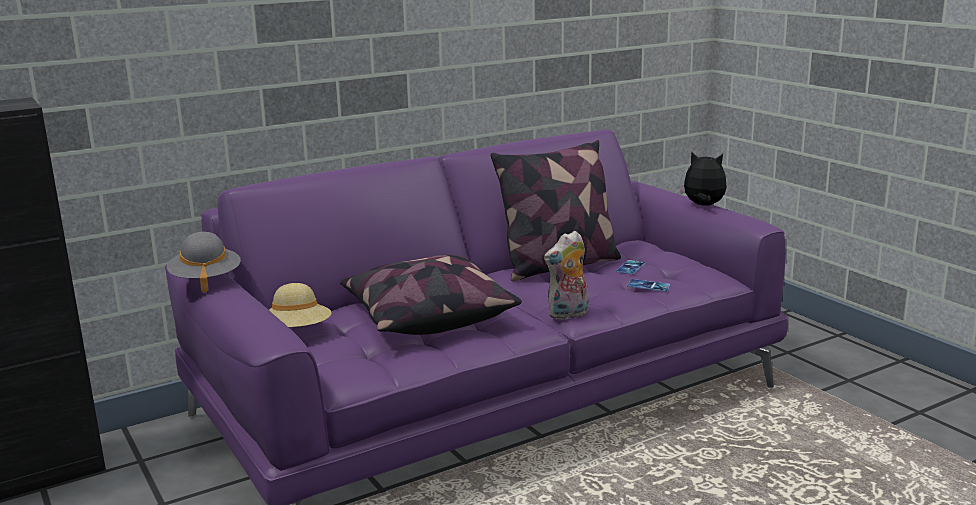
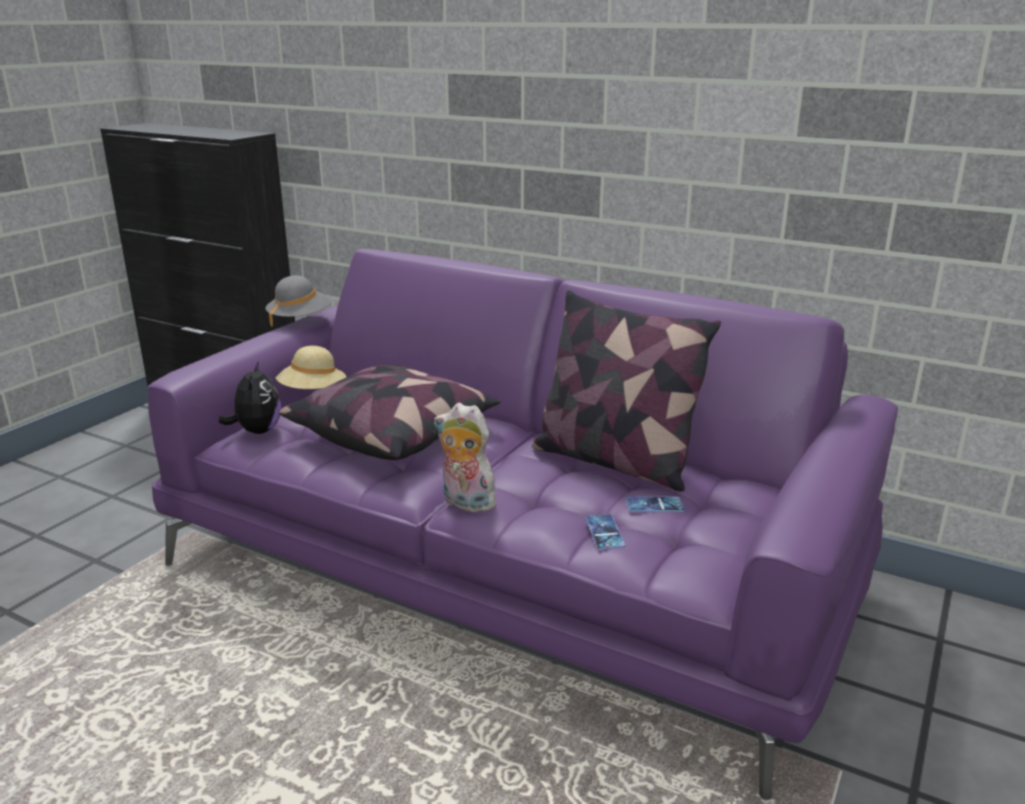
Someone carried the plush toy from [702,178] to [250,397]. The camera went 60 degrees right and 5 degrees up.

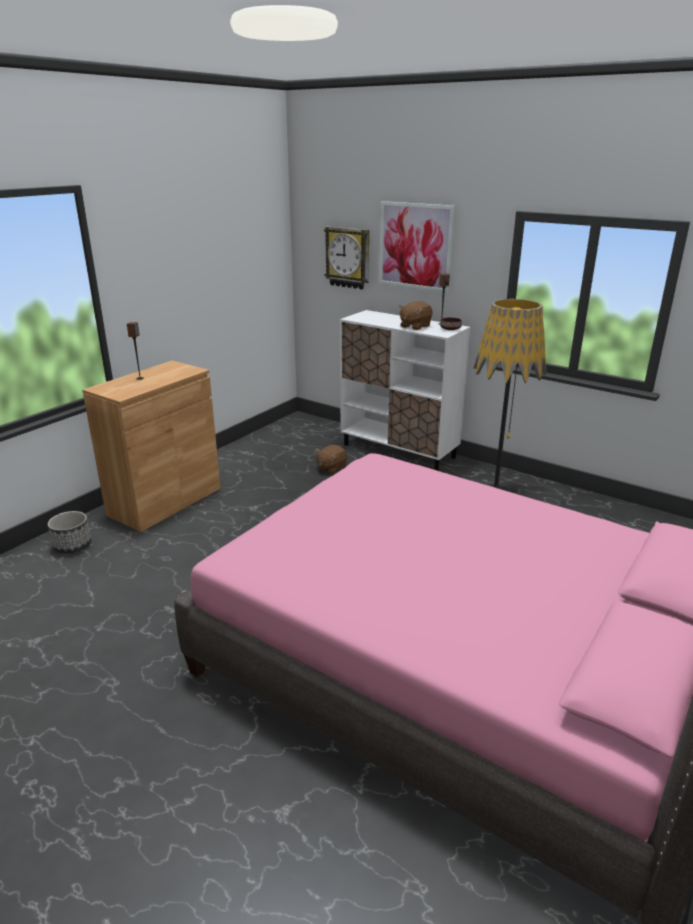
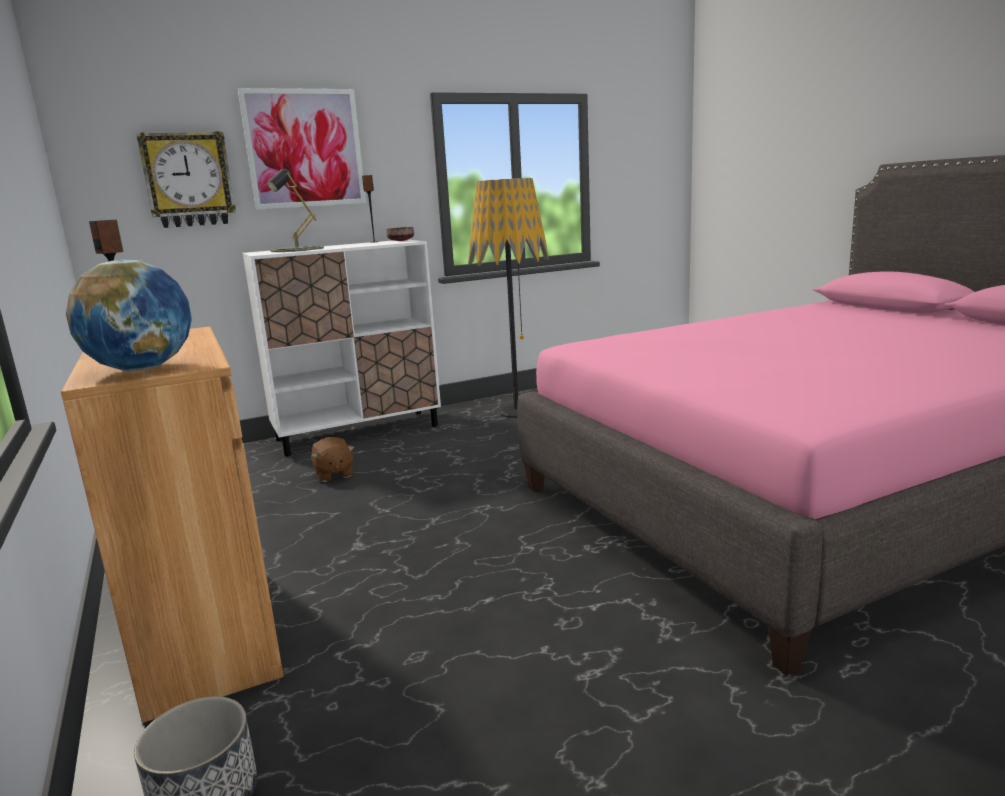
Someone took away the plush toy in brown at [416,315]. Someone put down the table lamp in grey at [295,210]. Someone put down the globe at [129,315]. The camera went 60 degrees left and 10 degrees down.

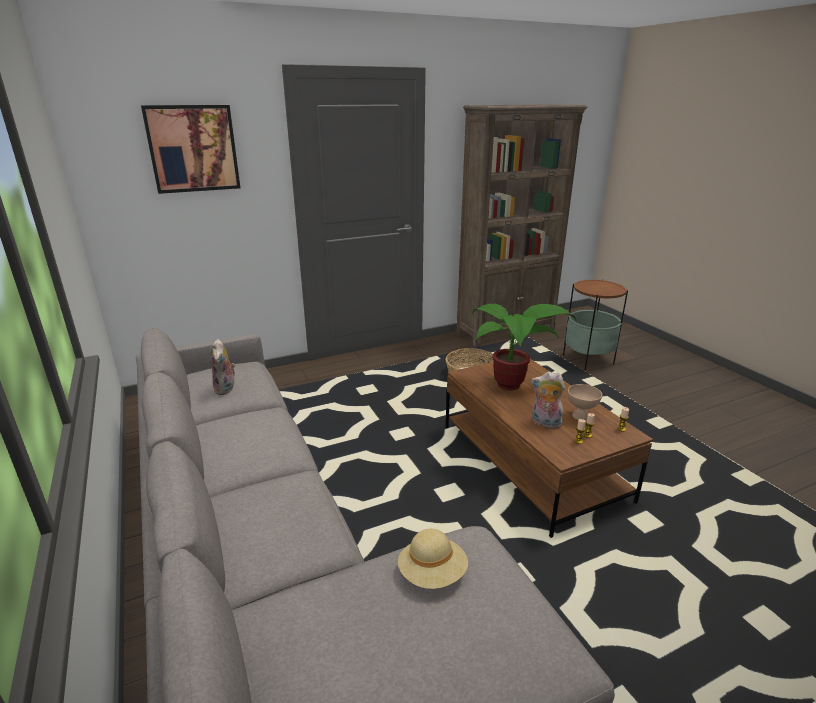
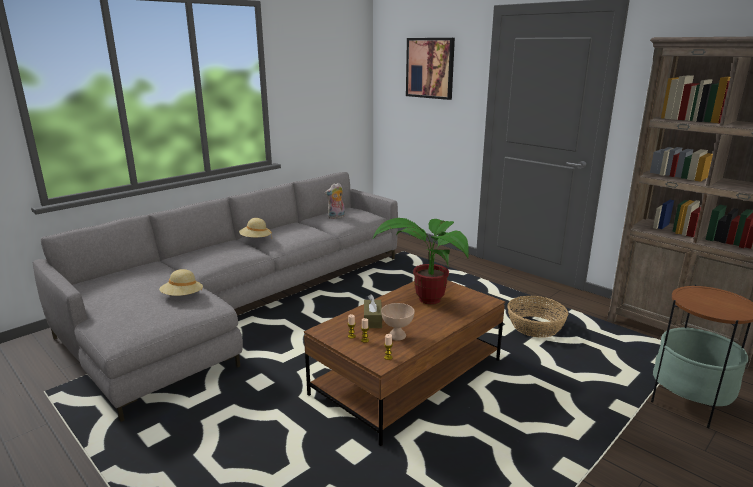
Someone swapped the plush toy at [548,399] for the tissue box in brown at [373,311]. Someone put down the hat in beige at [255,227]. The camera went 70 degrees right and 5 degrees down.

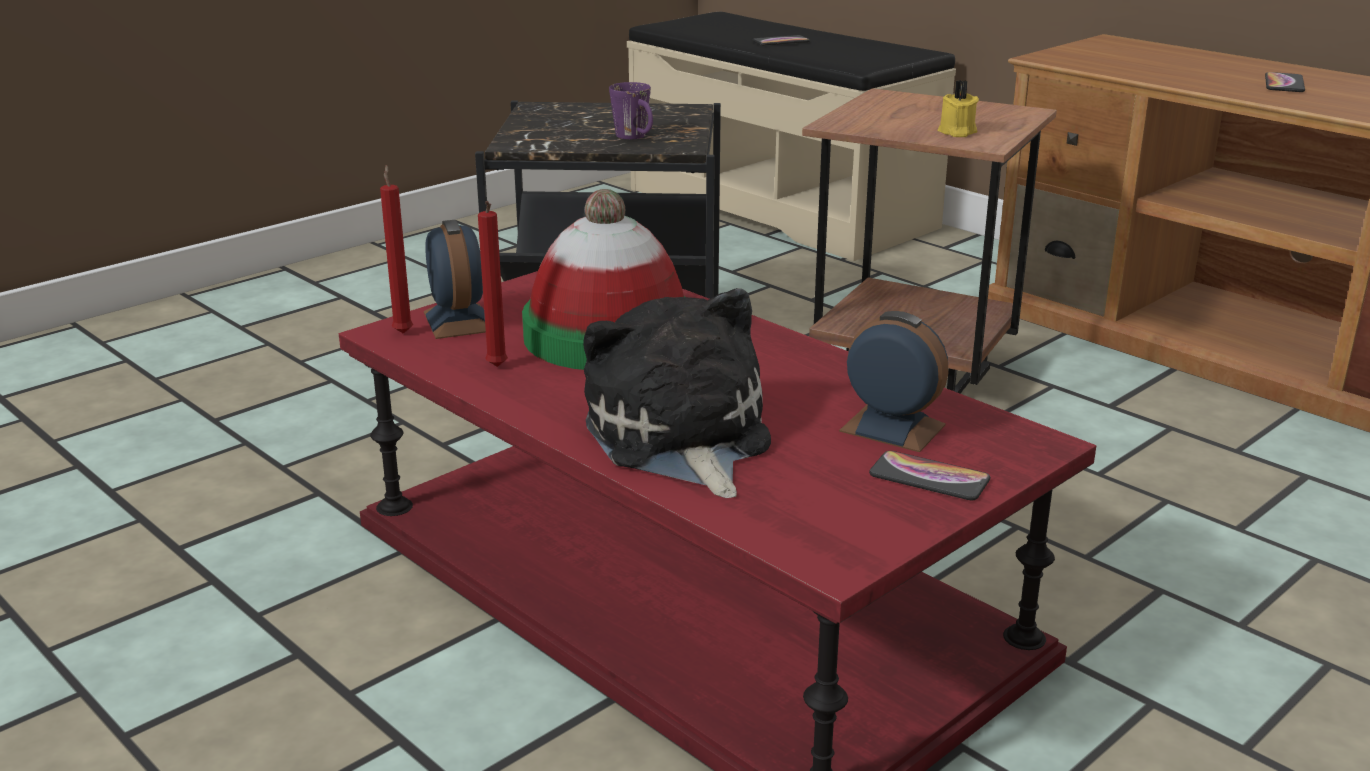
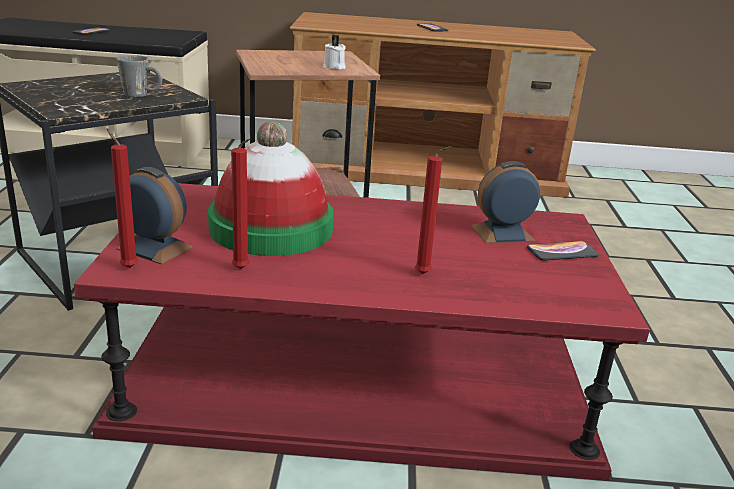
Someone repainted the candle in yellow at [958,108], which became the candle in white at [334,52]. Someone repainted the mug in purple at [631,110], which became the mug in grey at [139,76]. Someone swapped the plush toy at [677,393] for the candle in red at [433,210]. The camera went 45 degrees left and 0 degrees up.

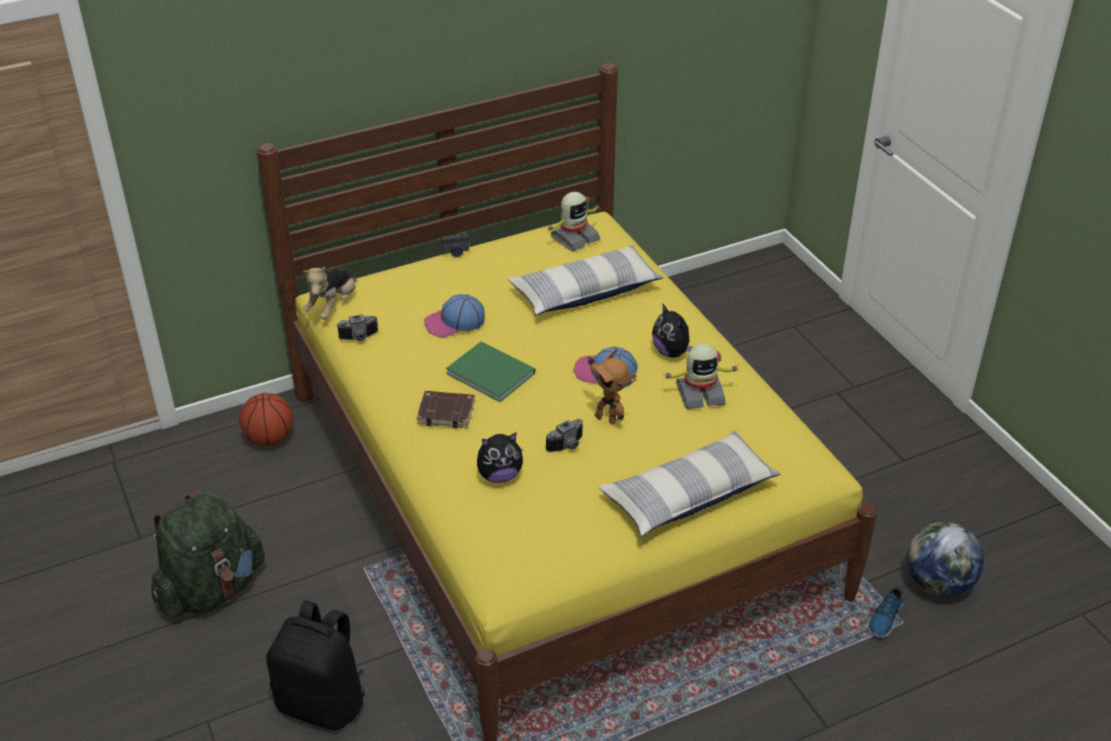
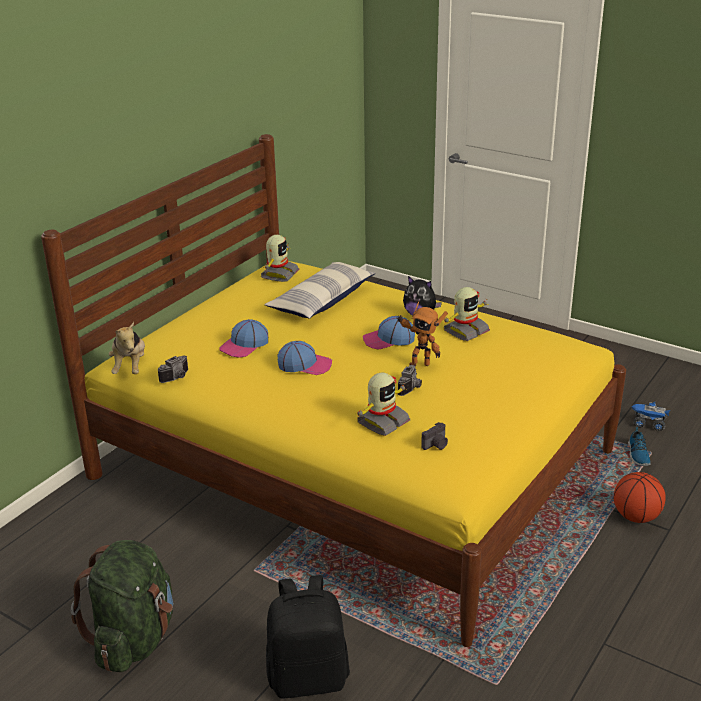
Someone carried the photo camera from [455,245] to [434,436]. Someone swapped the book in green at [491,371] for the cap at [304,358]. Someone took away the book in brown at [446,409]. Someone carried the basketball from [266,419] to [640,497]. Someone took away the pillow at [690,483]. Someone swapped the plush toy at [500,457] for the toy robot at [382,404]. Someone swapped the globe at [945,559] for the toy truck at [651,416]. The camera went 30 degrees left and 10 degrees down.

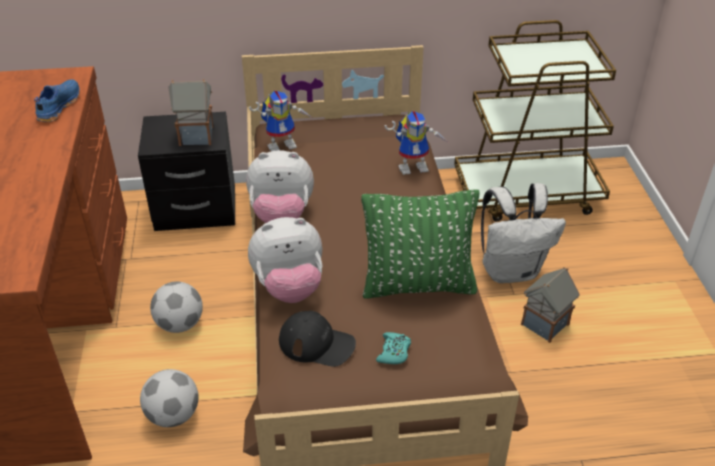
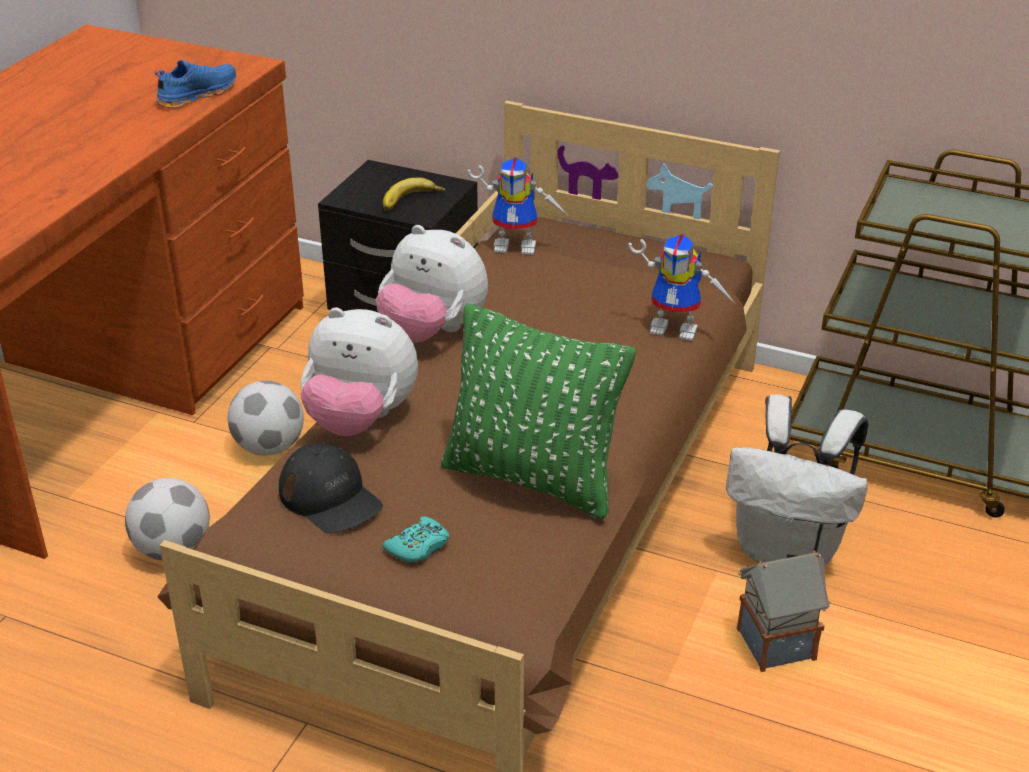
Someone swapped the toy house at [190,112] for the banana at [414,194]. The camera went 30 degrees right and 5 degrees down.

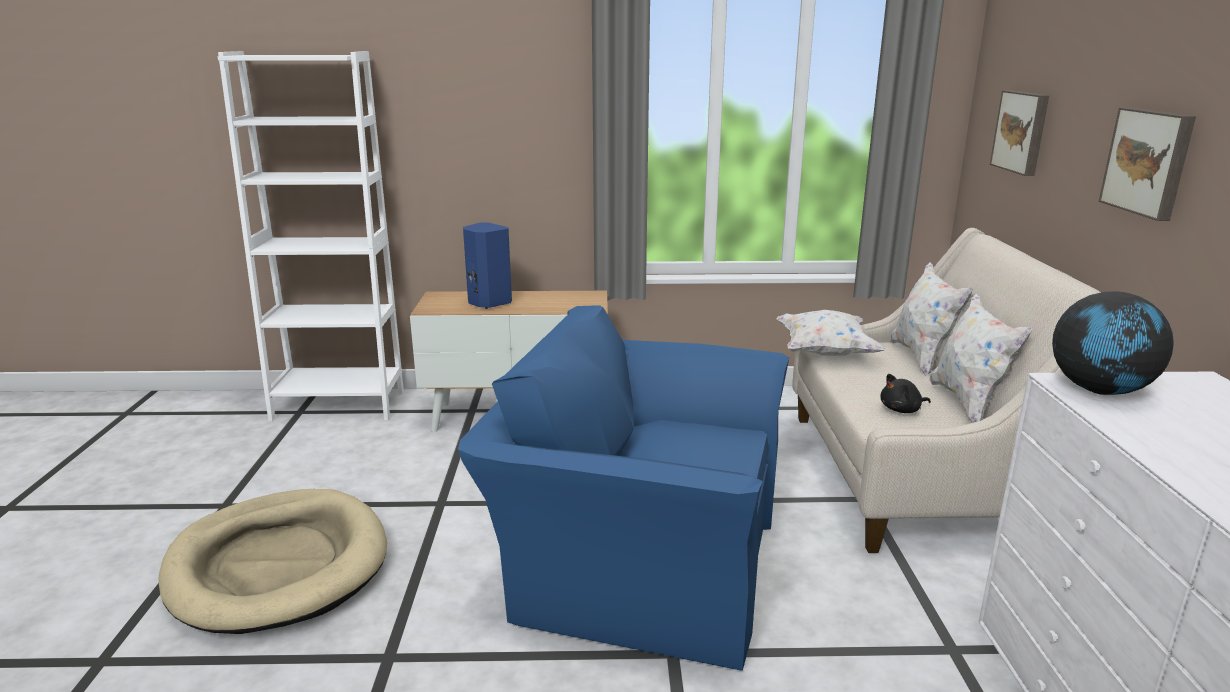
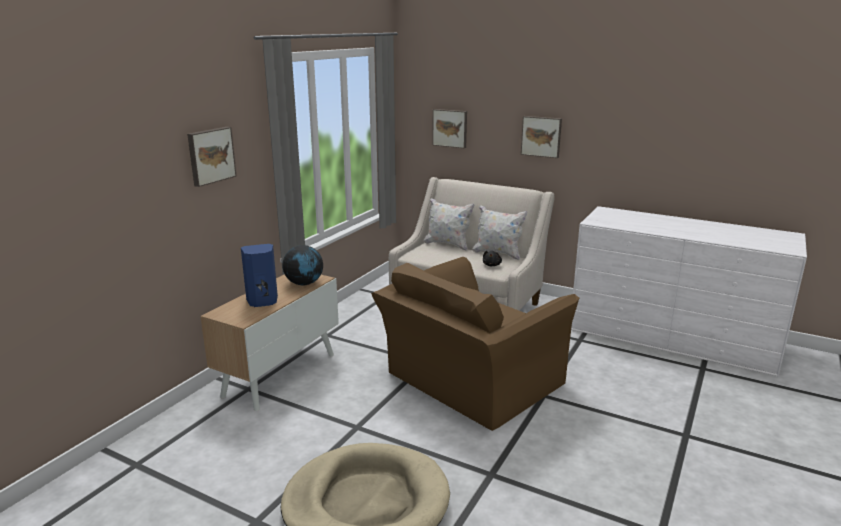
Someone took away the bookcase in white at [310,236]. Someone carried the globe from [1113,343] to [303,265]. Someone repainted the armchair in blue at [623,488], which became the armchair in brown at [475,344]. Someone took away the pillow in white at [830,333]. Someone put up the picture at [212,157]. The camera went 60 degrees left and 0 degrees up.

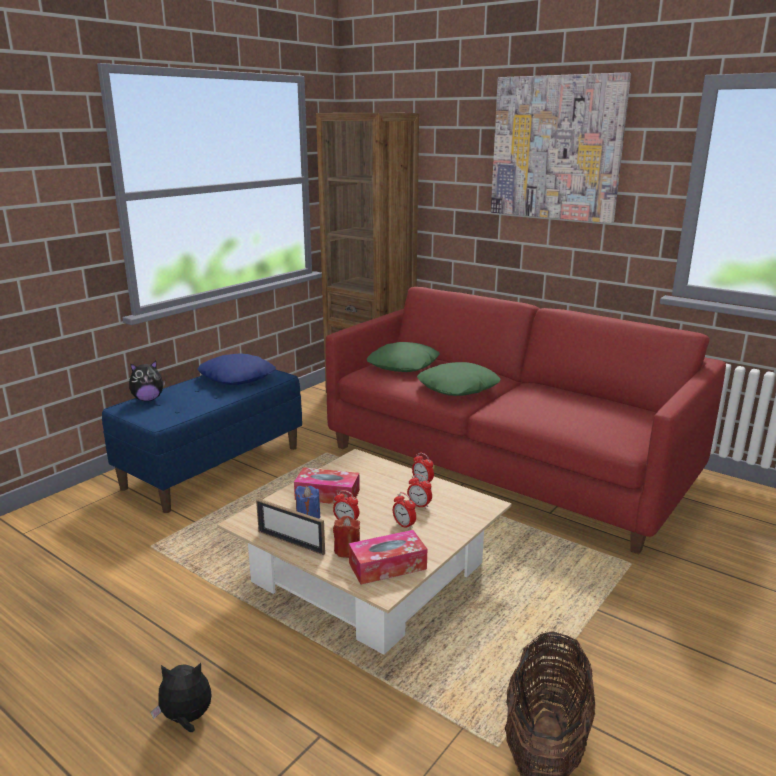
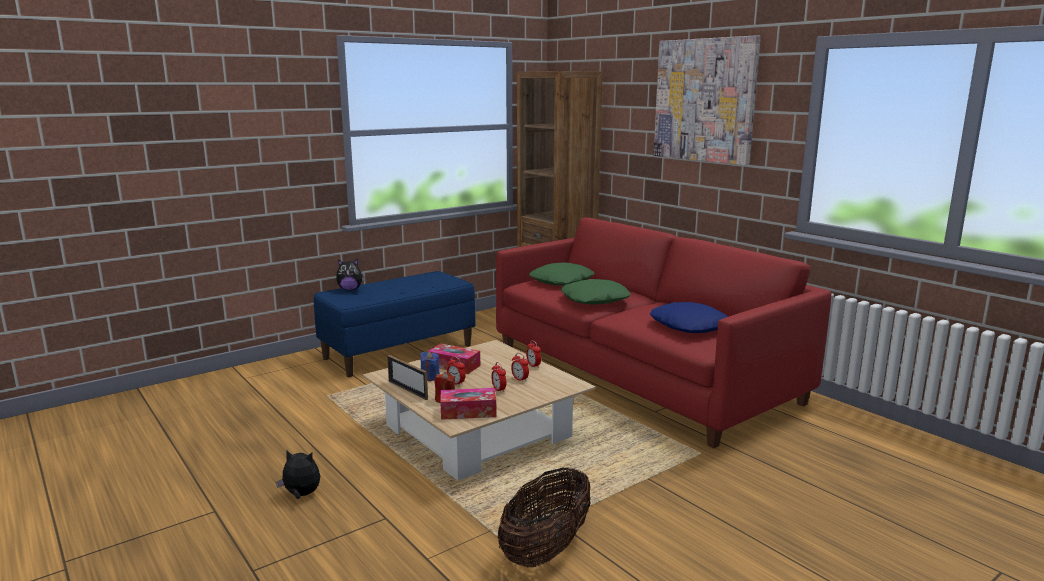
Someone carried the pillow in blue from [237,369] to [689,317]. The camera went 15 degrees right and 5 degrees down.

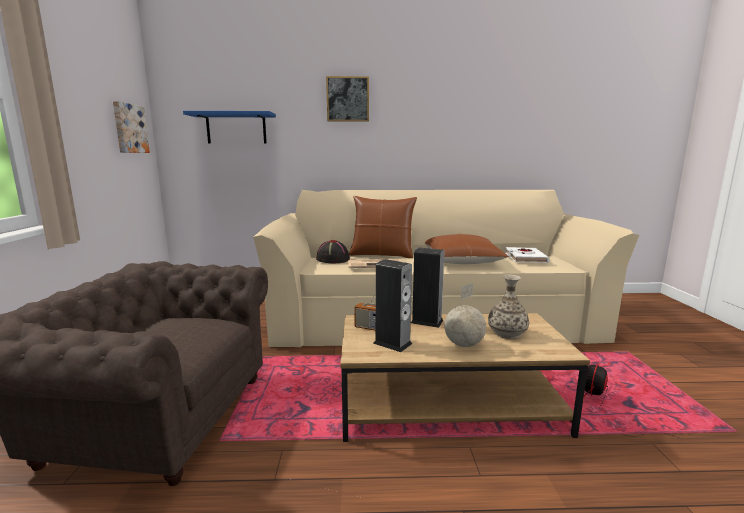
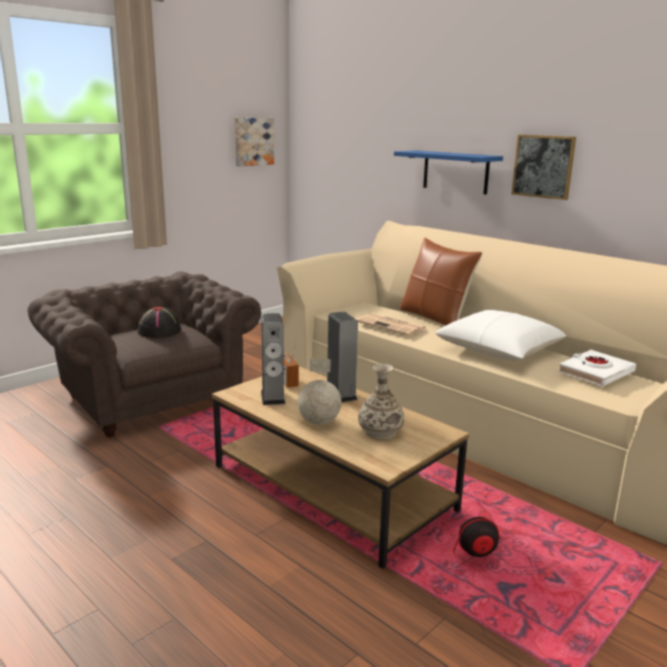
Someone carried the picture from [347,98] to [544,167]. Someone carried the shelf in blue from [229,127] to [448,172]. Someone repainted the pillow in brown at [466,249], which became the pillow in white at [500,335]. Someone carried the hat in black from [333,251] to [160,322]. The camera went 45 degrees right and 5 degrees up.

